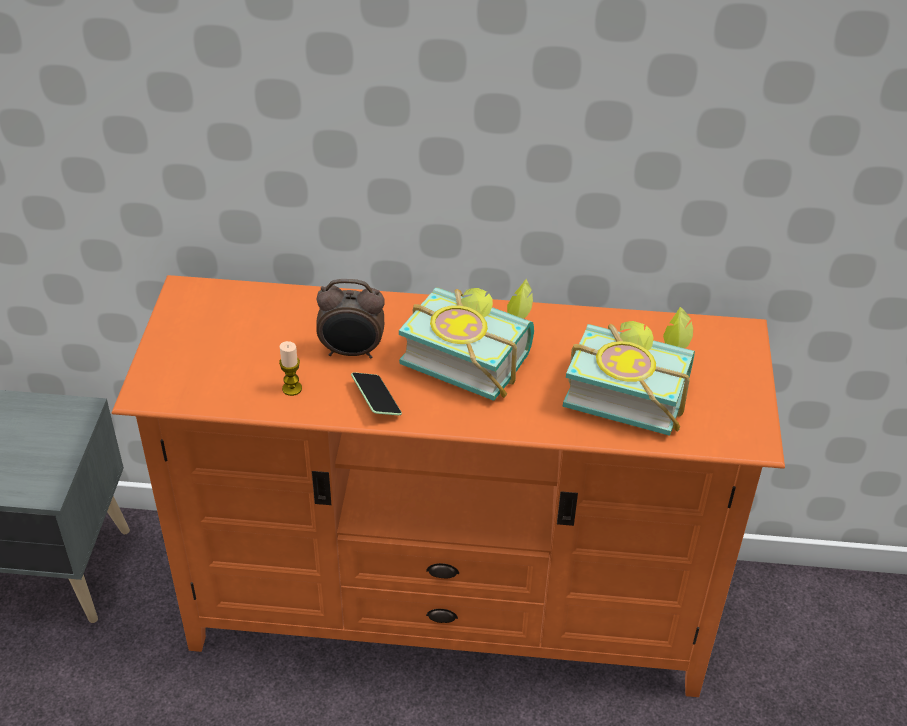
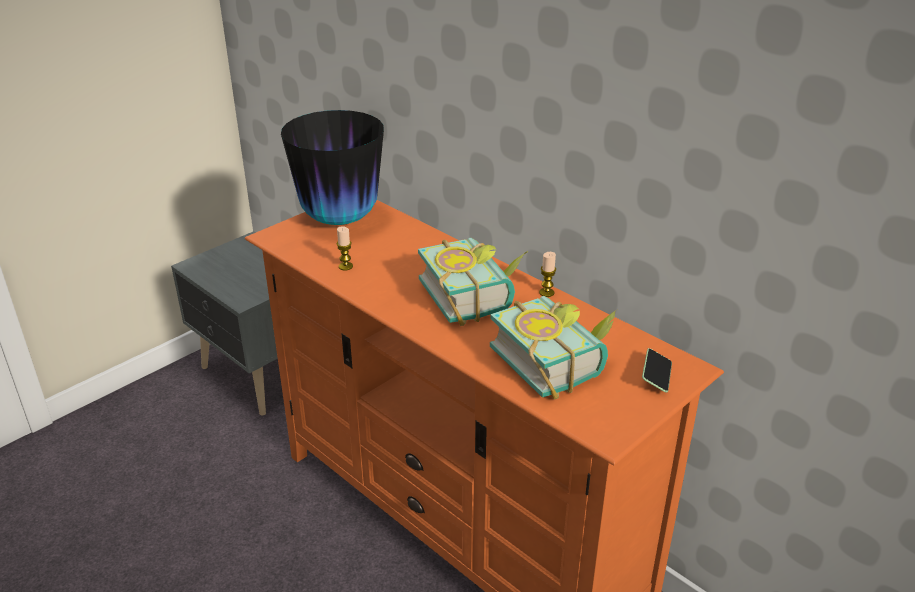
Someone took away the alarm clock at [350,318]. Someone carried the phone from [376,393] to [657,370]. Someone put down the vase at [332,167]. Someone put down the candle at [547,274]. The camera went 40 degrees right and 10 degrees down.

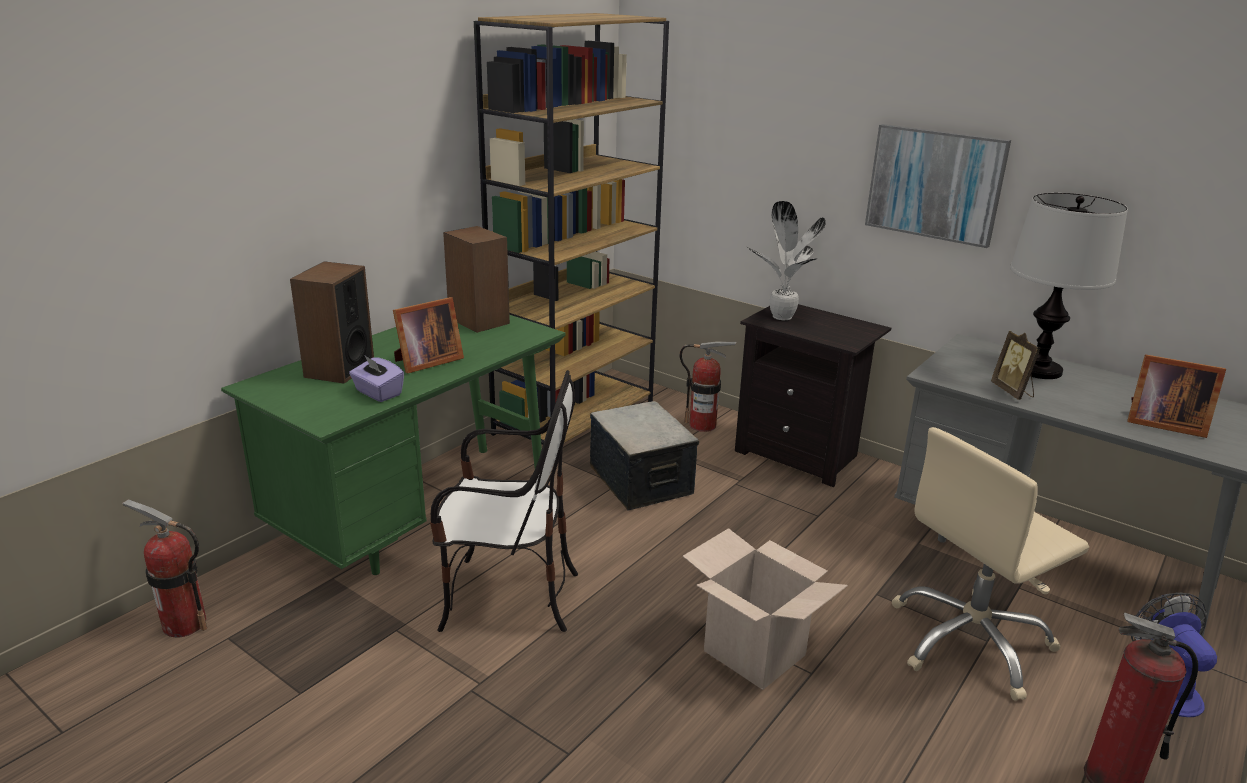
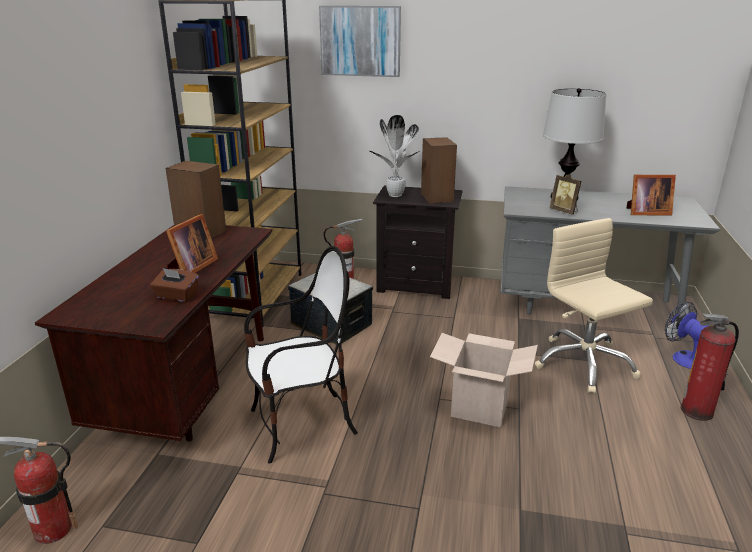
Someone carried the picture from [938,186] to [360,41]. Someone carried the speaker from [332,322] to [439,170]. Someone repainted the desk in green at [393,445], which became the desk in brown at [154,333]. Someone repainted the tissue box in purple at [376,378], which became the tissue box in brown at [174,285]. Someone rotated the office chair in beige at [990,564] by 120 degrees clockwise. The camera went 25 degrees left and 0 degrees up.

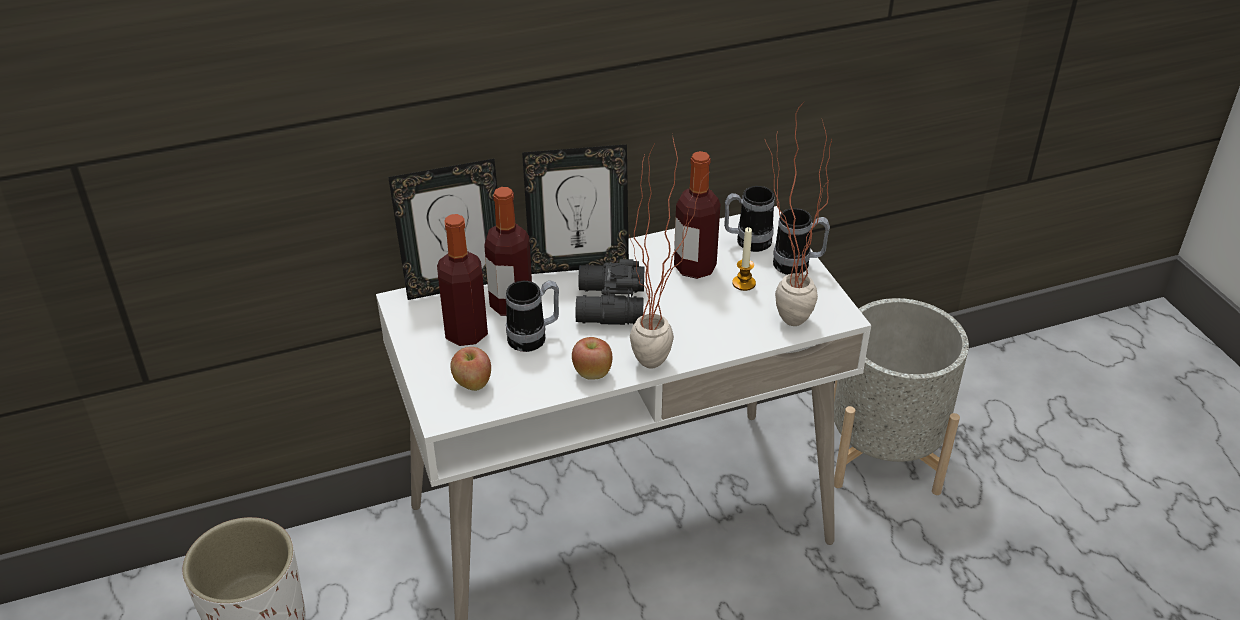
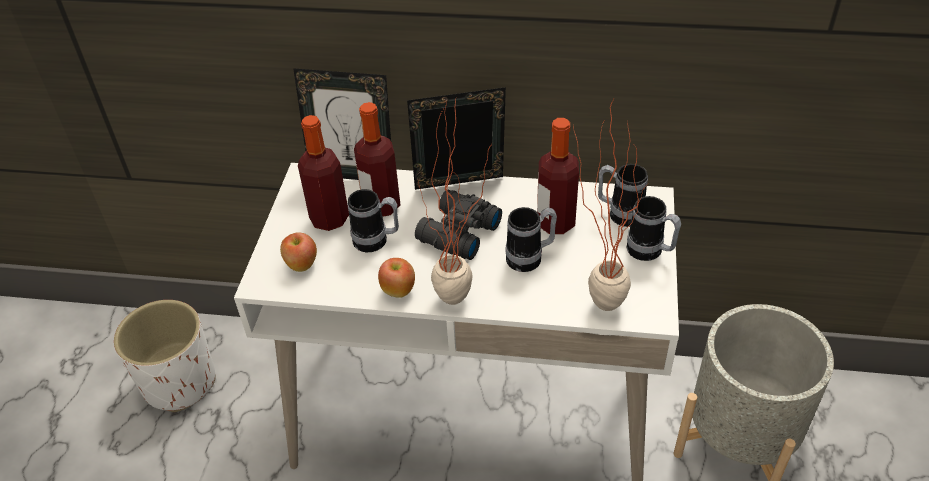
Someone rotated the picture frame at [575,209] by 150 degrees clockwise. Someone took away the candle at [744,259]. Someone put down the mug at [531,239]. The camera went 30 degrees right and 5 degrees up.

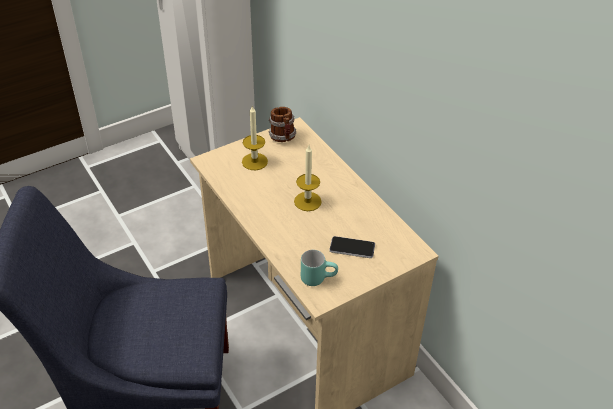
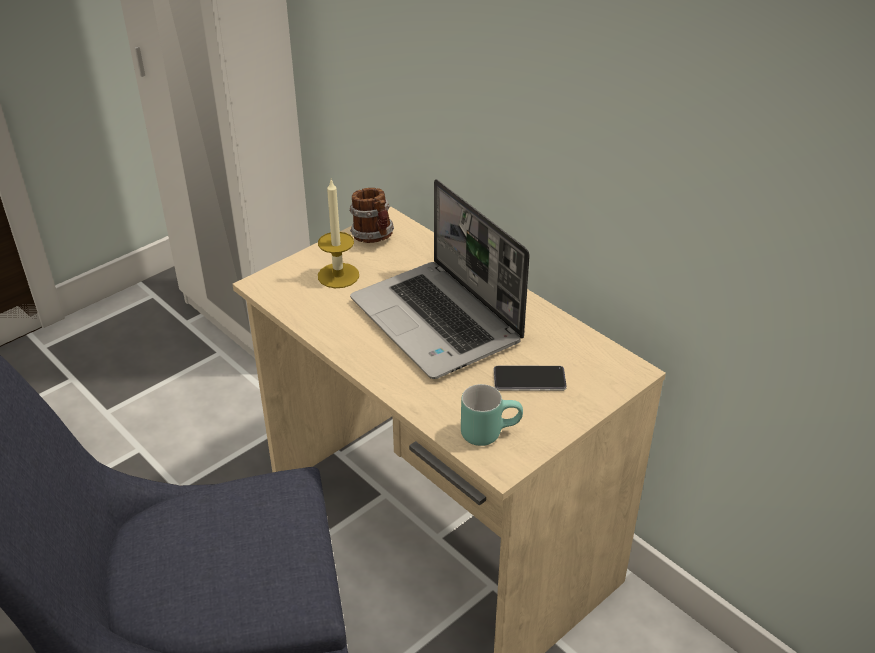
Someone swapped the candle at [308,178] for the laptop at [440,279]. The camera went 10 degrees left and 5 degrees down.

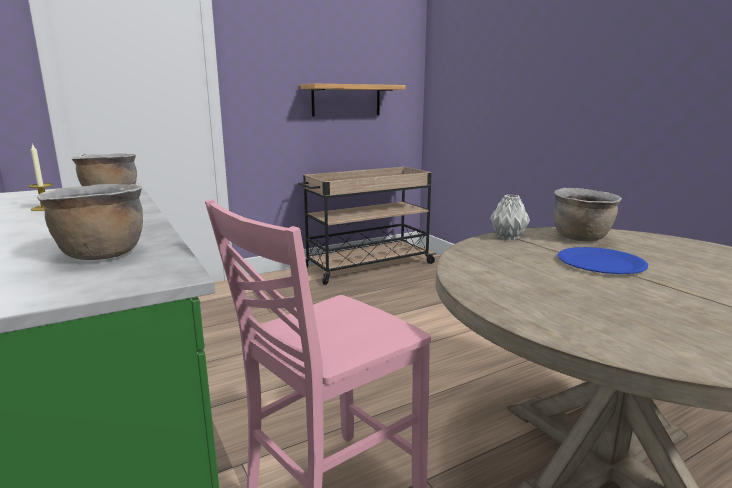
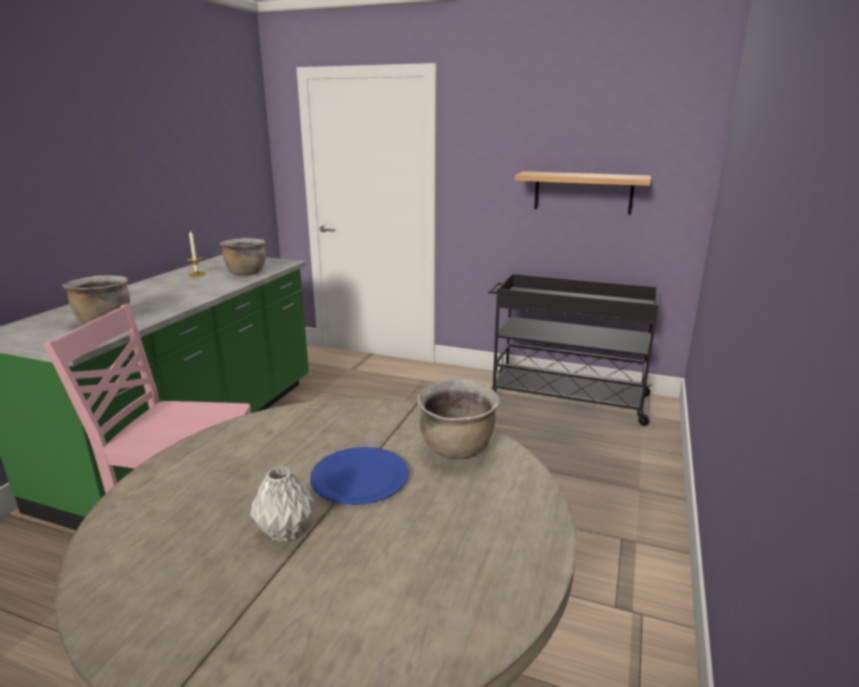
Someone repainted the cart in beige at [367,226], which became the cart in black at [573,350]. Someone carried the vase in grey from [510,217] to [282,504]. The camera went 50 degrees right and 5 degrees up.

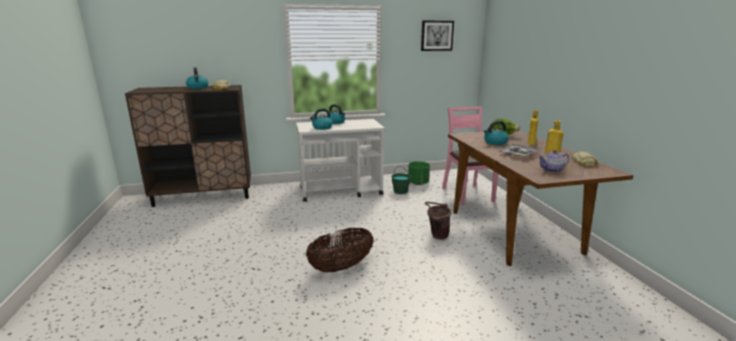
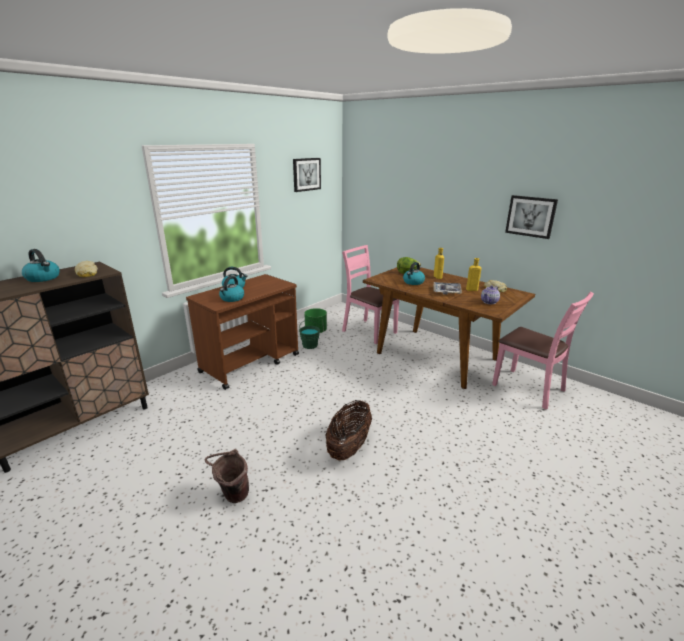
Someone repainted the cart in white at [340,160], which became the cart in brown at [242,332]. Someone carried the bucket in brown from [438,220] to [227,476]. Someone put up the picture at [531,217]. Someone put down the chair in pink at [543,351]. The camera went 35 degrees left and 5 degrees up.

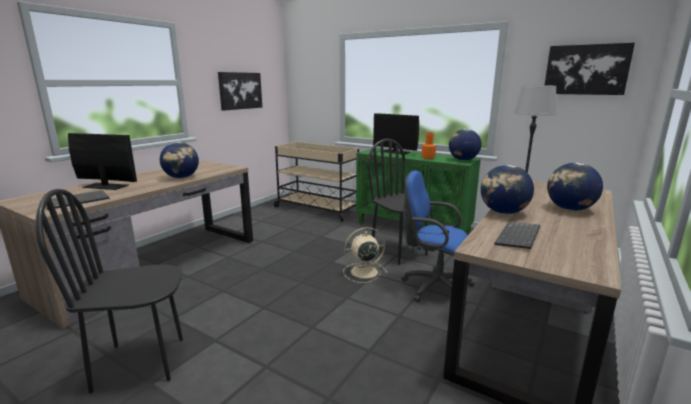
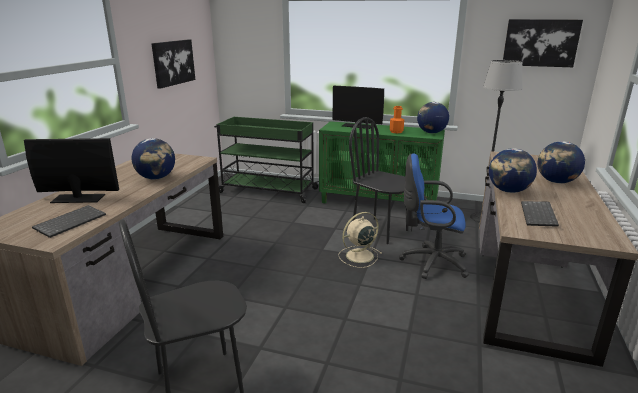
Someone repainted the cart in beige at [316,182], which became the cart in green at [266,160]. The camera went 15 degrees left and 5 degrees up.

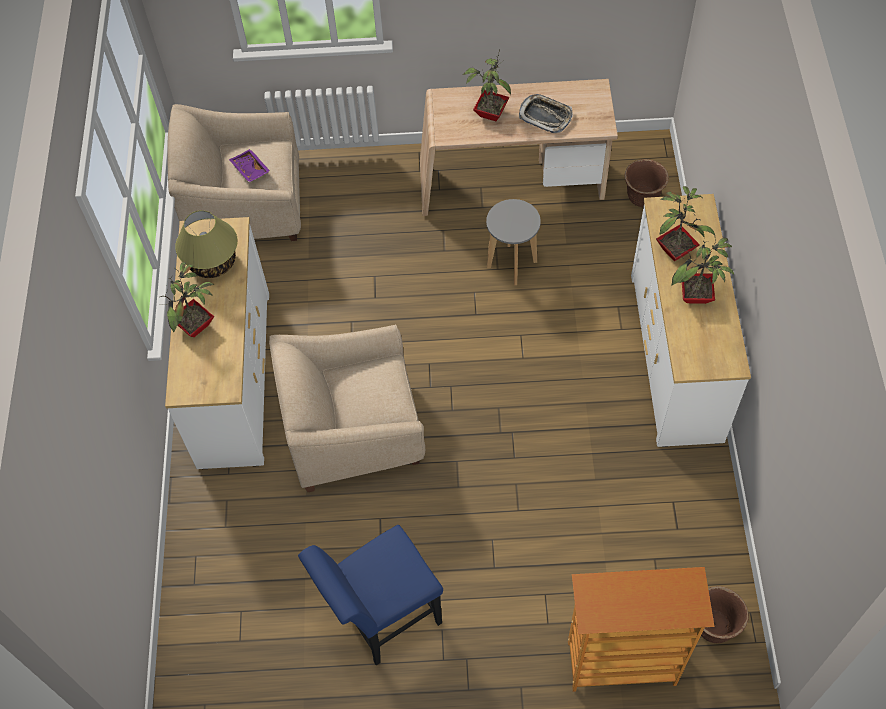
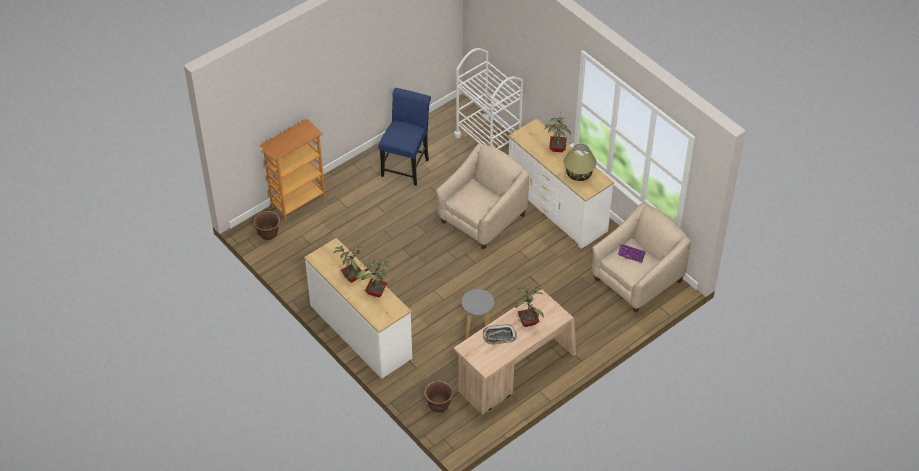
Someone put down the cart in white at [488,98]. The camera went 140 degrees right and 10 degrees down.

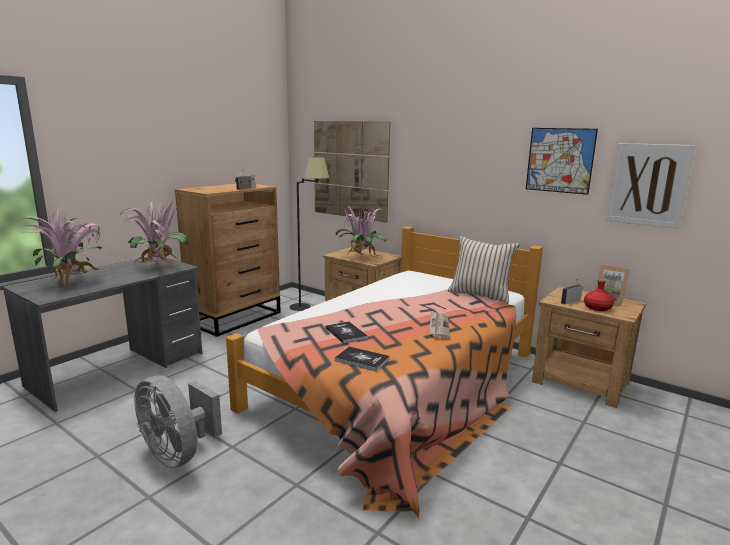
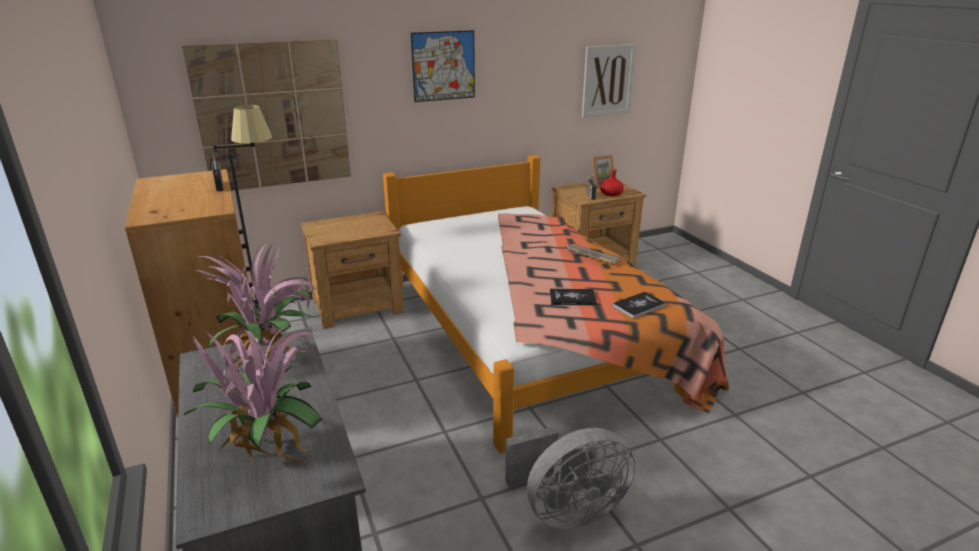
Someone carried the picture from [562,161] to [443,66]. Someone took away the potted plant at [361,233]. Someone took away the pillow in beige at [484,269]. The camera went 60 degrees left and 10 degrees up.

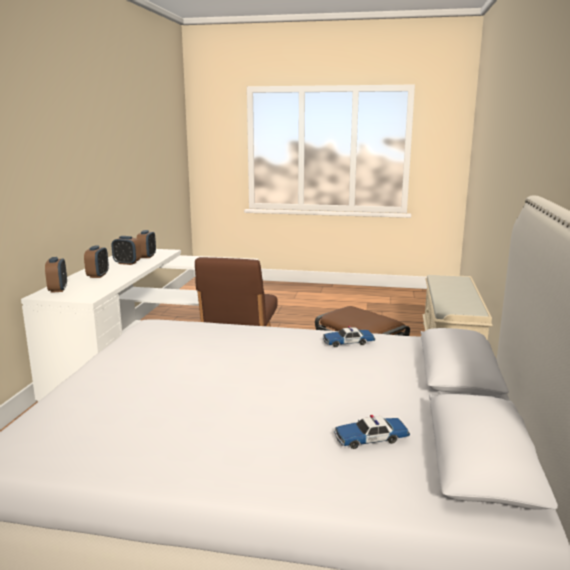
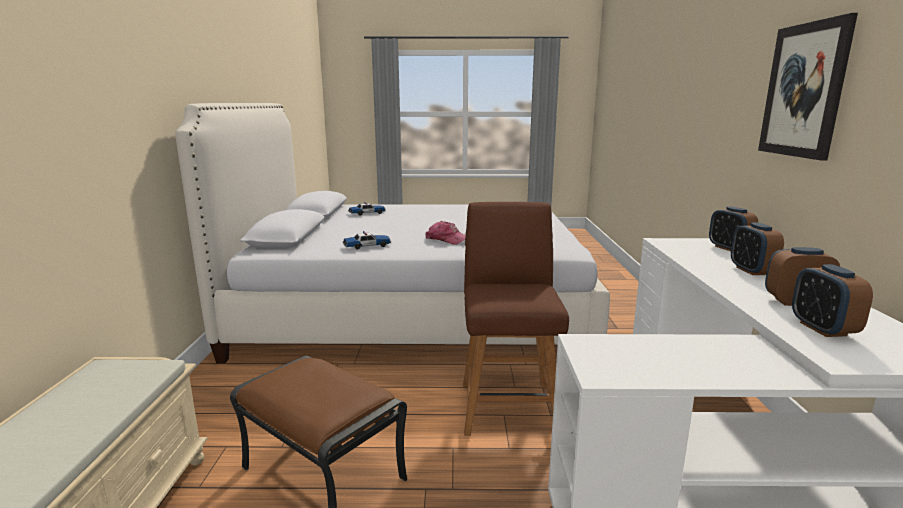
Someone put up the picture at [808,87]. Someone put down the cap at [445,233]. The camera went 170 degrees right and 0 degrees up.

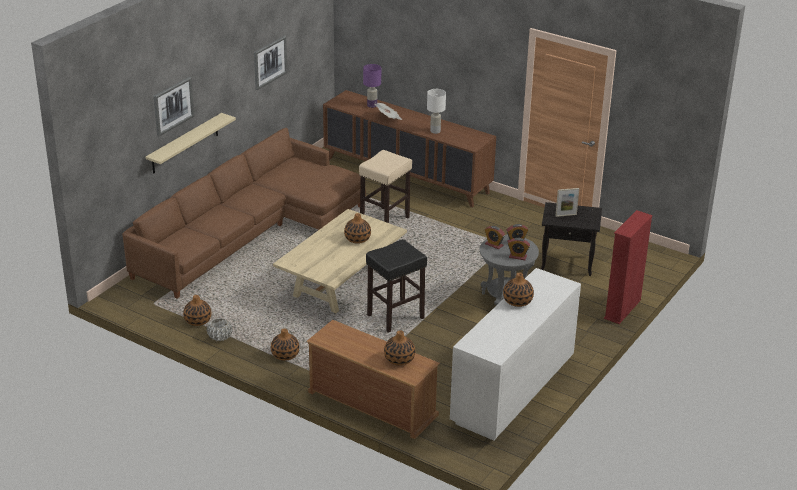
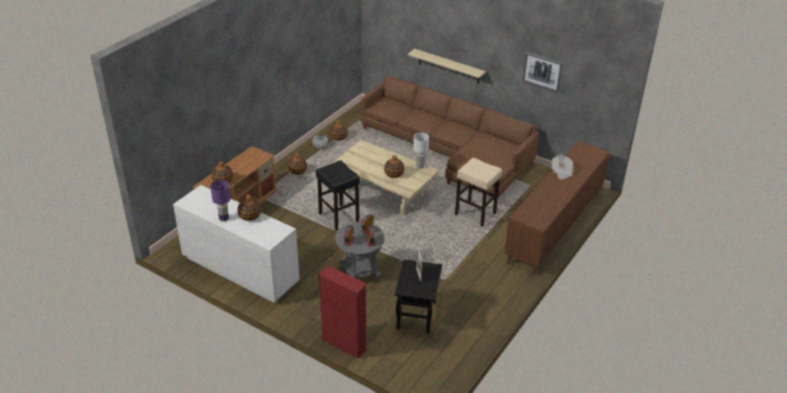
Someone carried the table lamp in purple from [372,86] to [220,200]. Someone took away the picture at [174,106]. Someone carried the table lamp in white from [436,111] to [421,150]. The camera went 90 degrees right and 5 degrees up.

